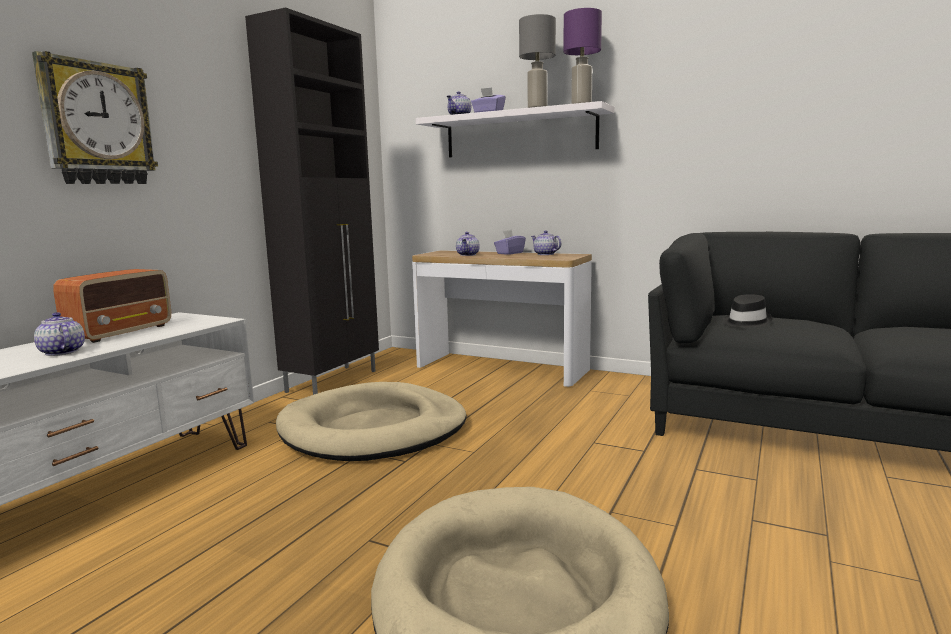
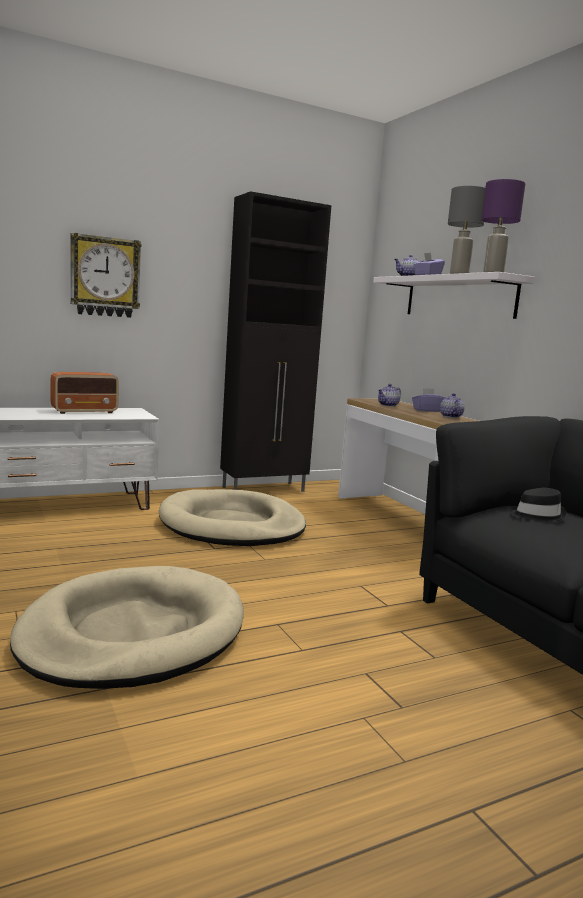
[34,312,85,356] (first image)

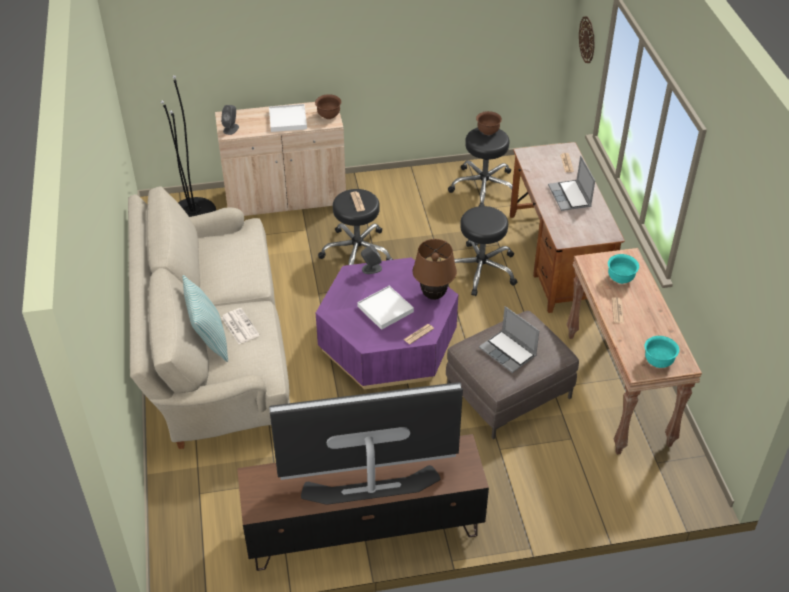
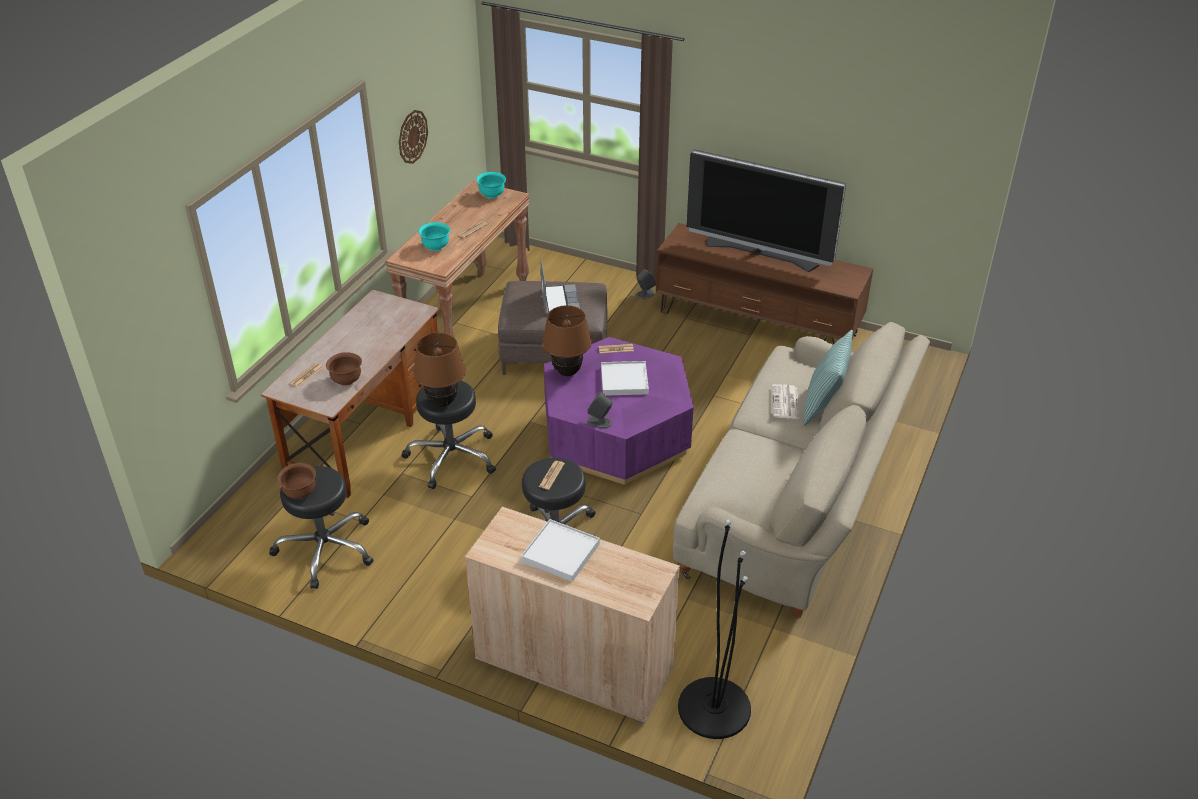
[326,352,362,386]
[399,110,428,164]
[413,332,466,407]
[636,269,656,299]
[548,155,595,211] (first image)

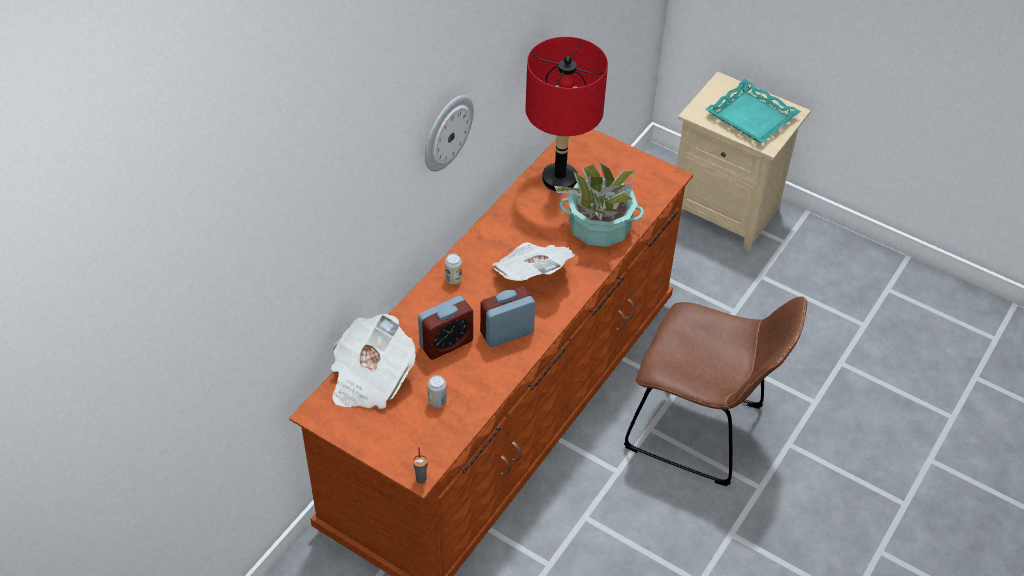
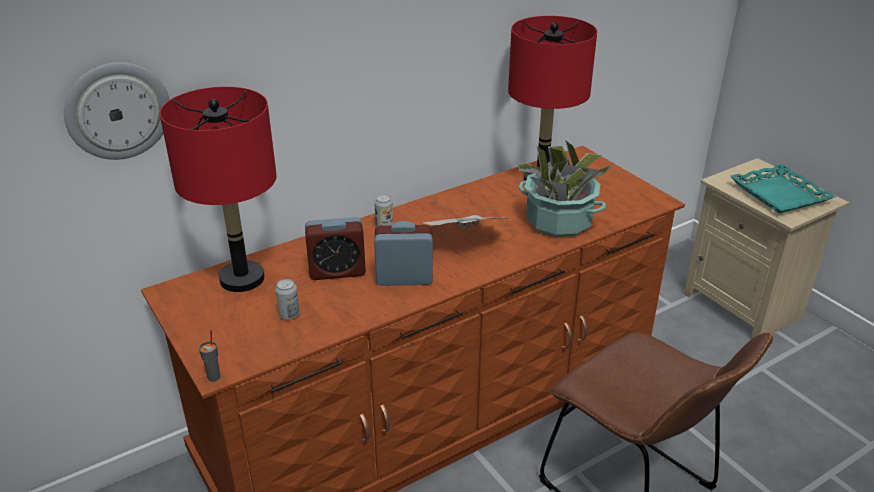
[64,62,170,160]
[160,87,277,292]

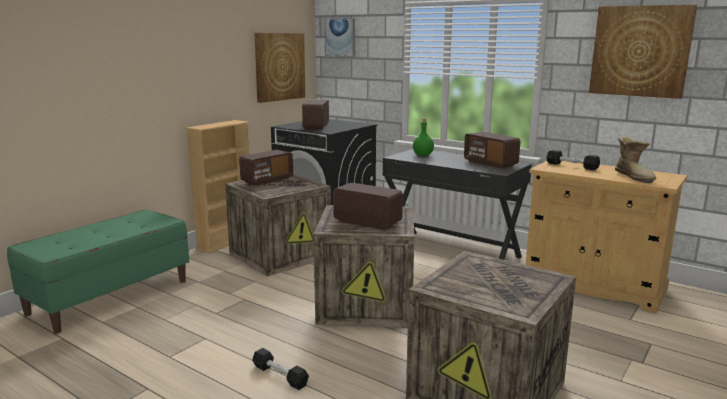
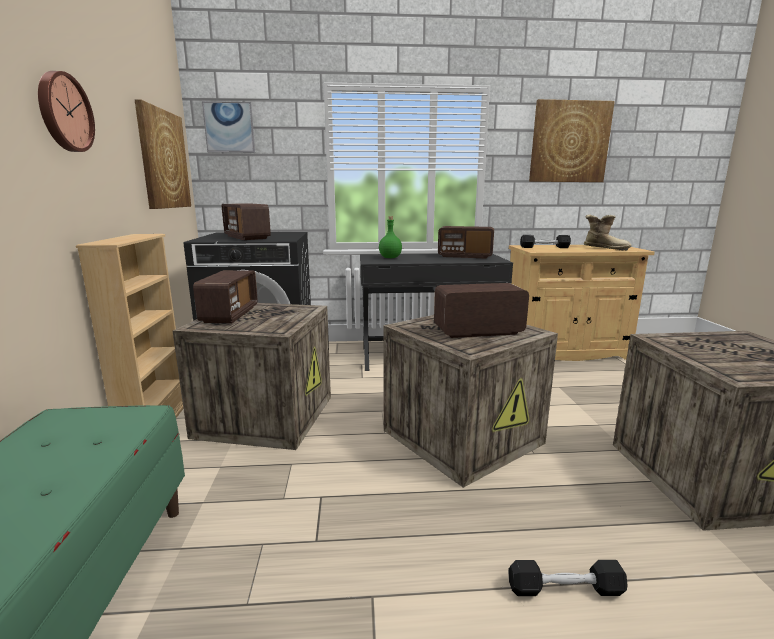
[38,71,95,152]

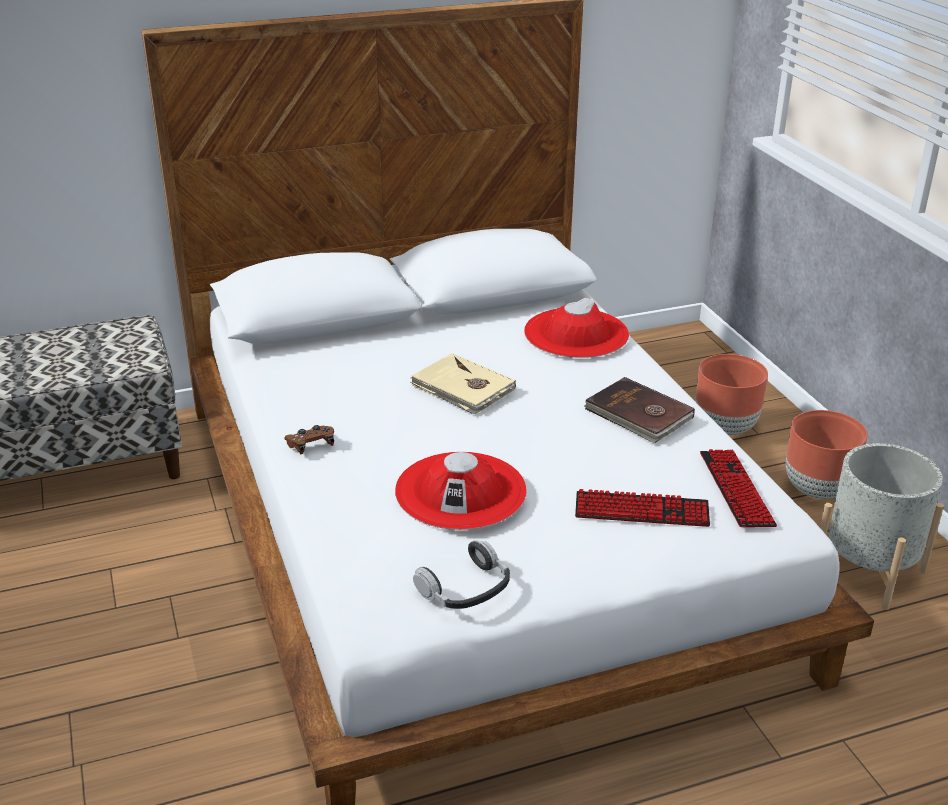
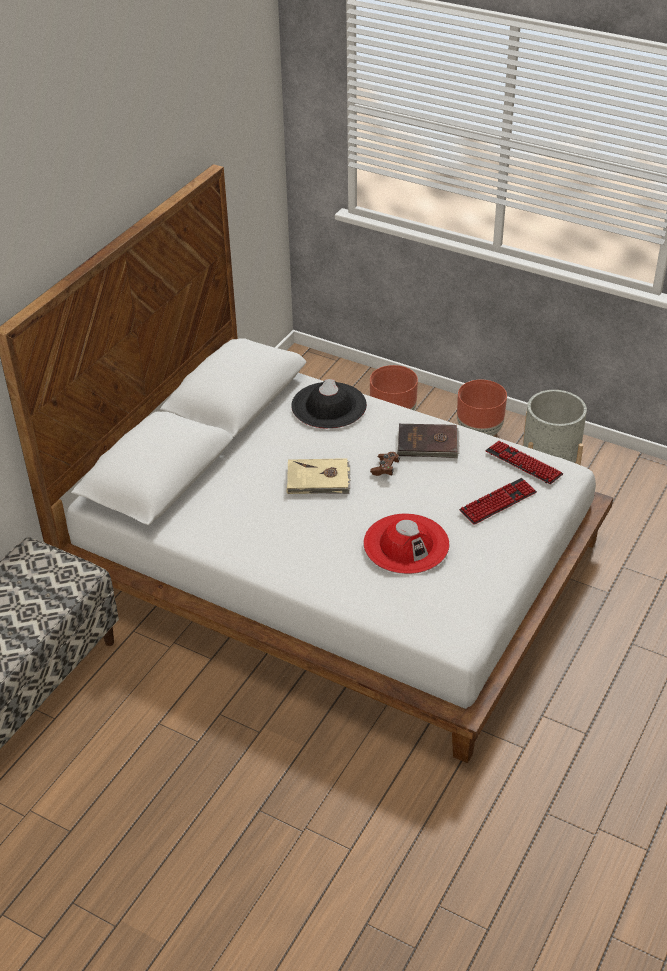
[291,379,367,429]
[370,452,400,476]
[413,540,510,609] (first image)

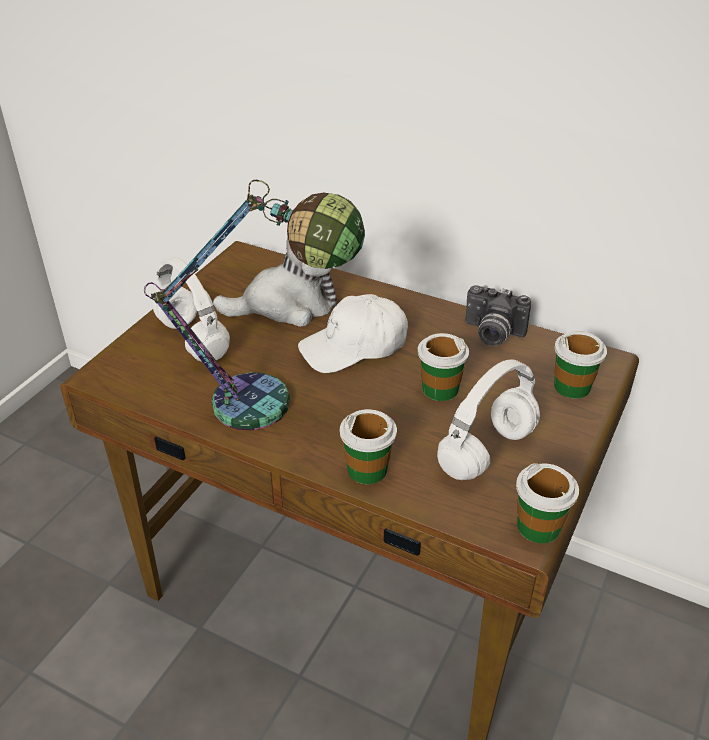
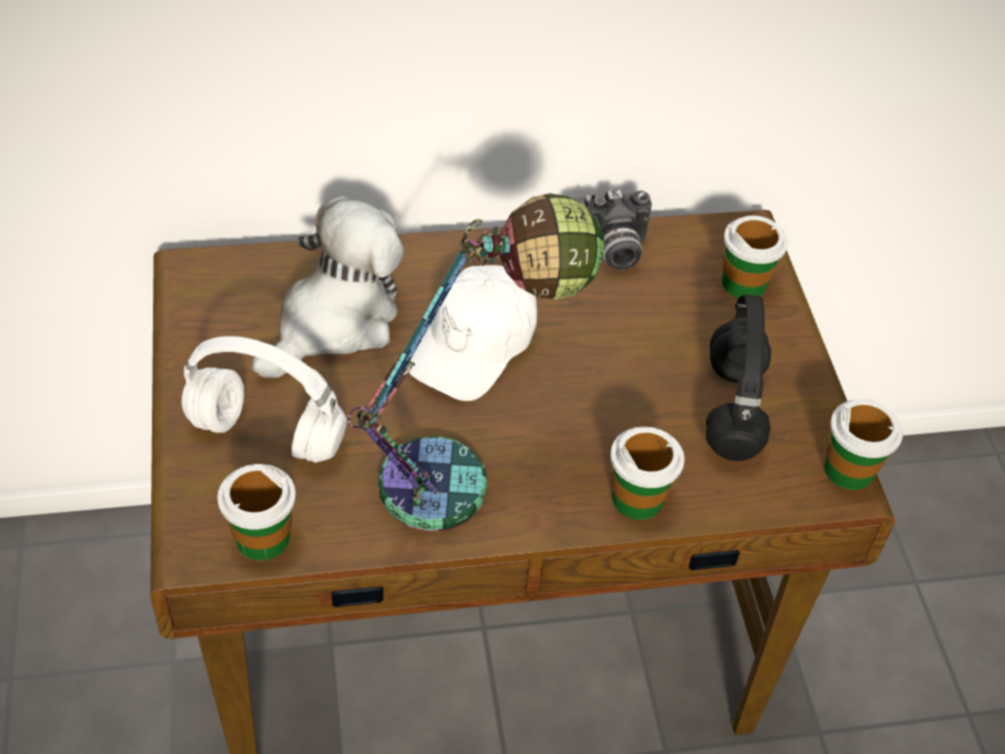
[217,464,296,561]
[706,295,771,461]

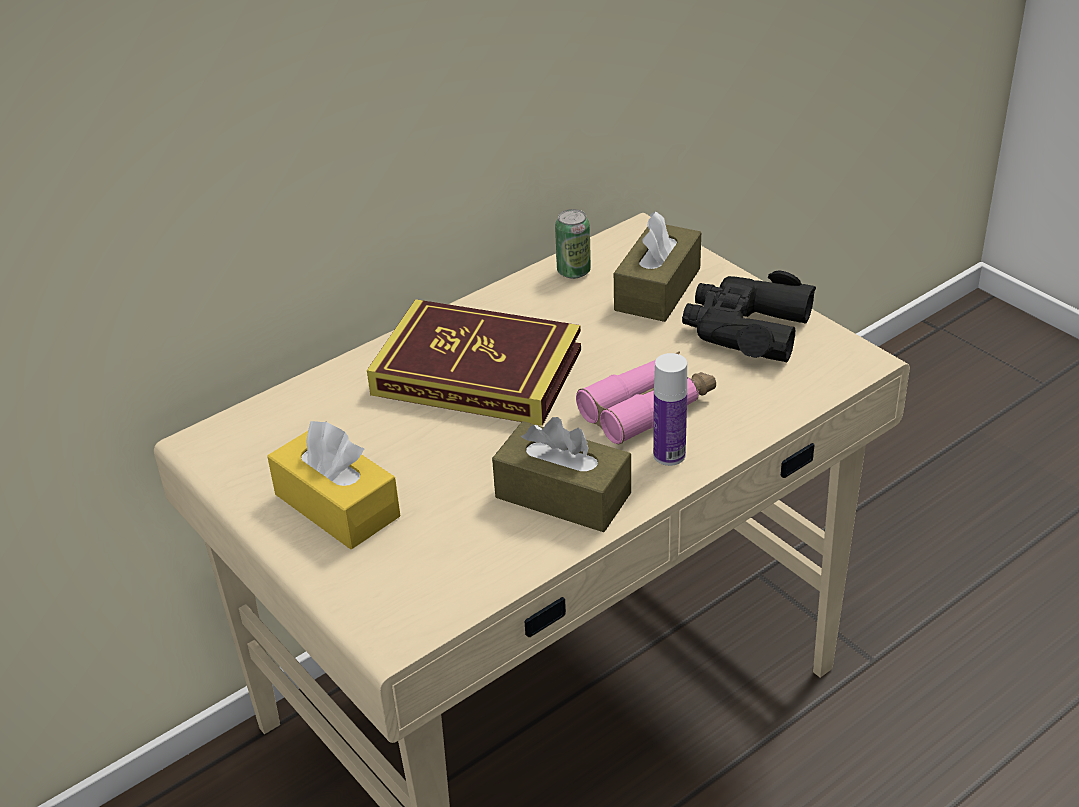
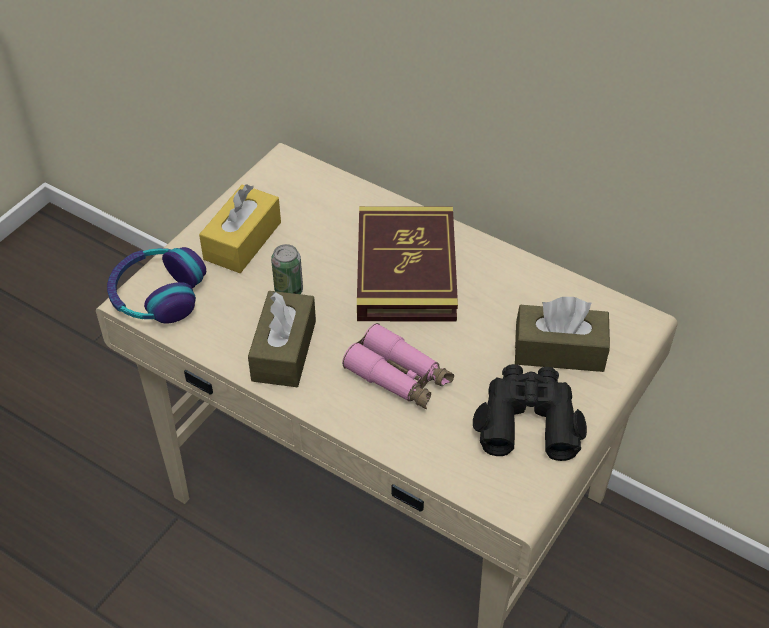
[107,247,206,324]
[271,244,303,294]
[653,353,687,466] (first image)

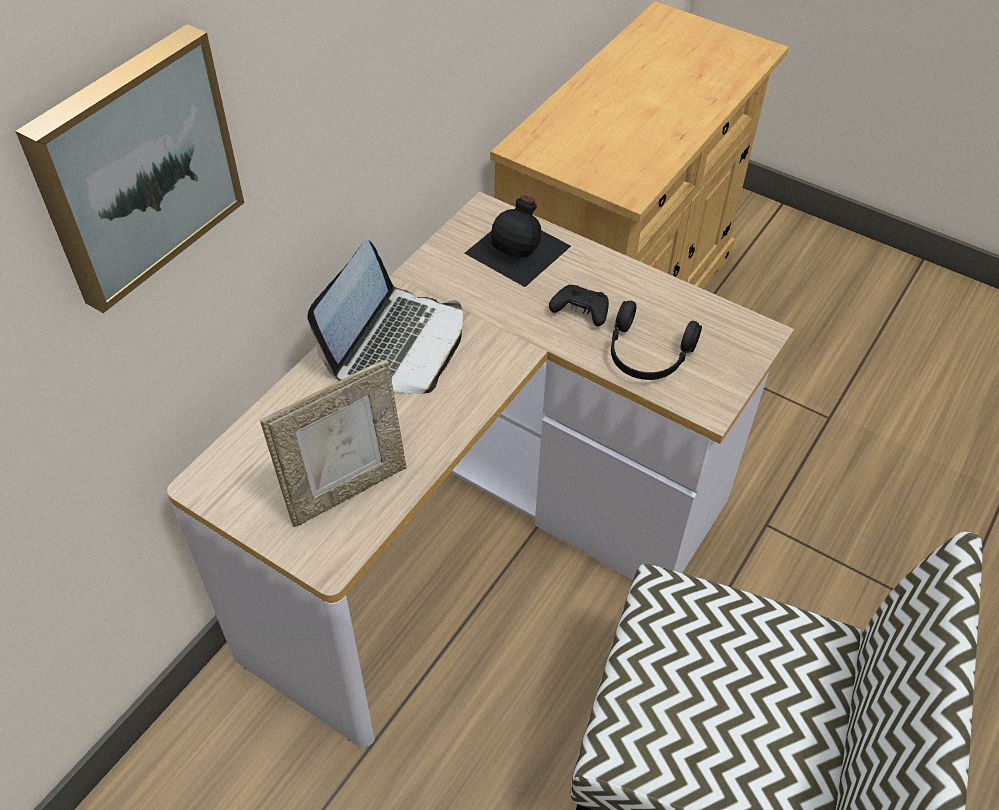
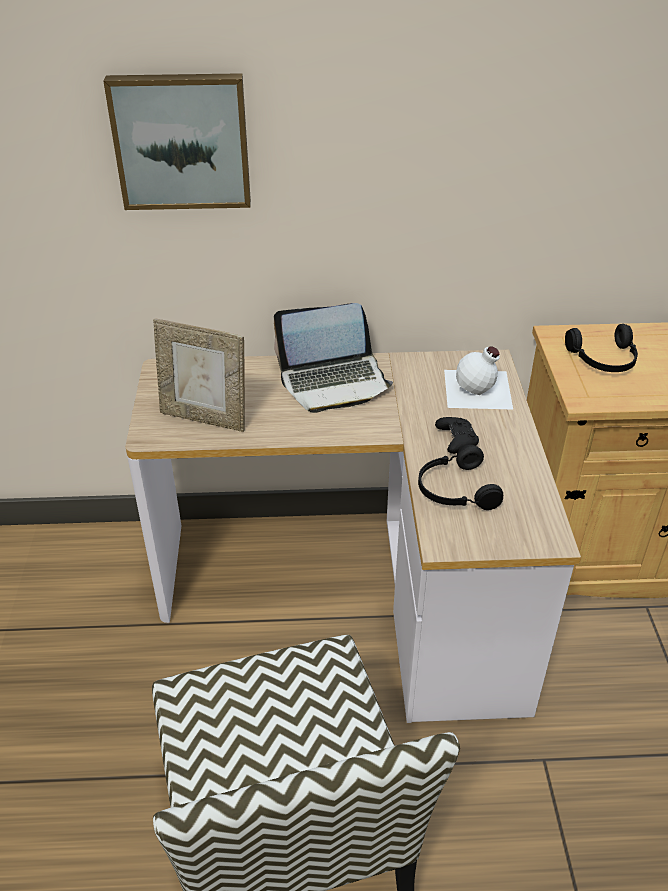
[444,346,513,410]
[565,324,638,372]

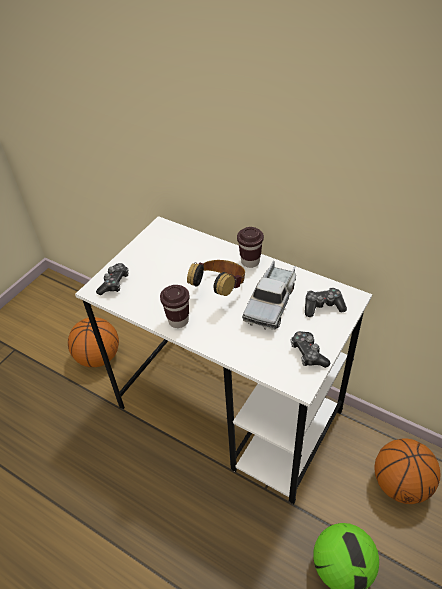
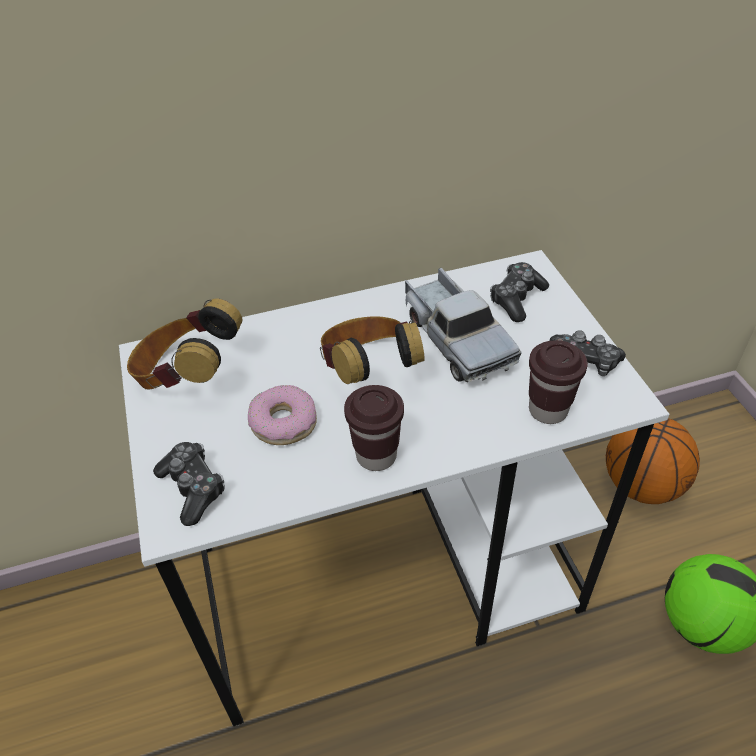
[127,298,242,389]
[248,385,317,445]
[529,340,588,424]
[68,317,119,367] (first image)

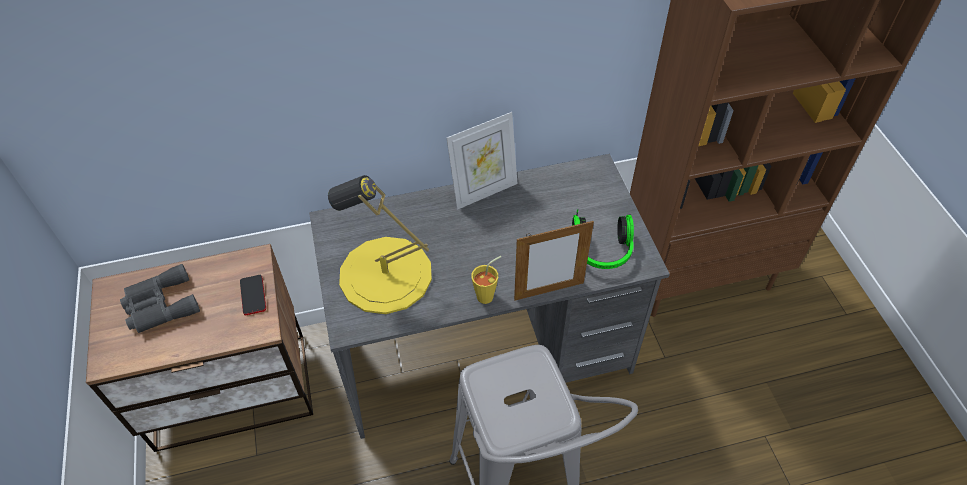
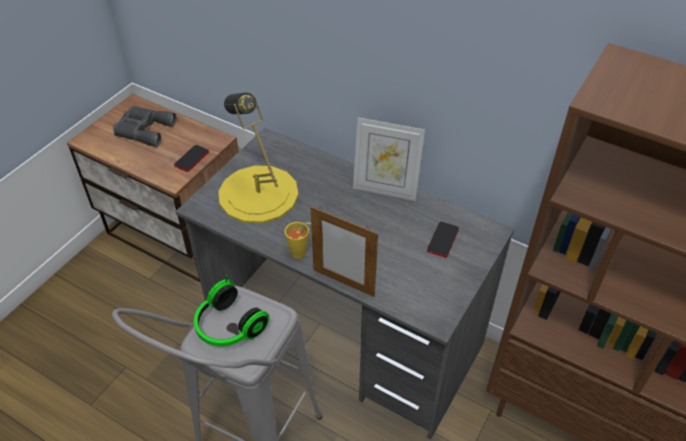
[194,274,270,346]
[427,222,459,258]

